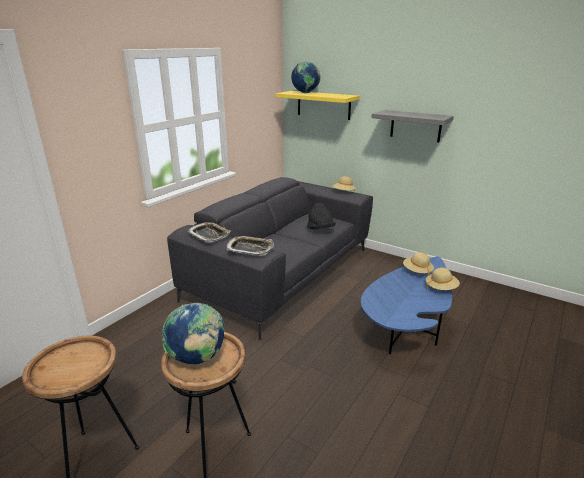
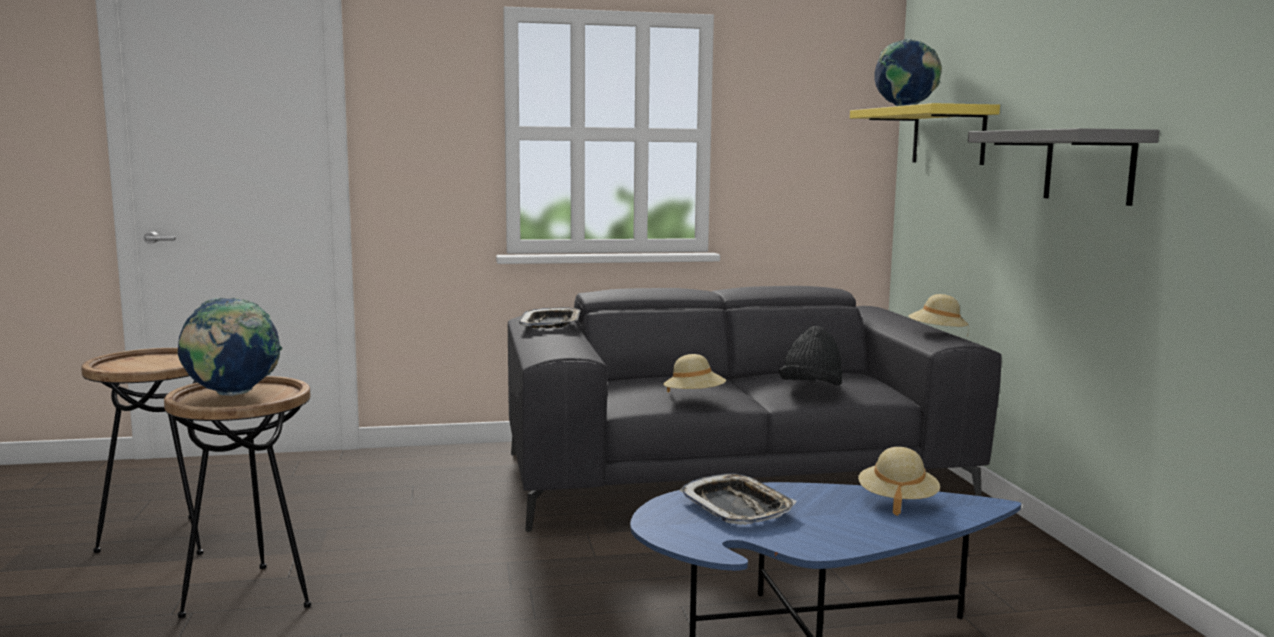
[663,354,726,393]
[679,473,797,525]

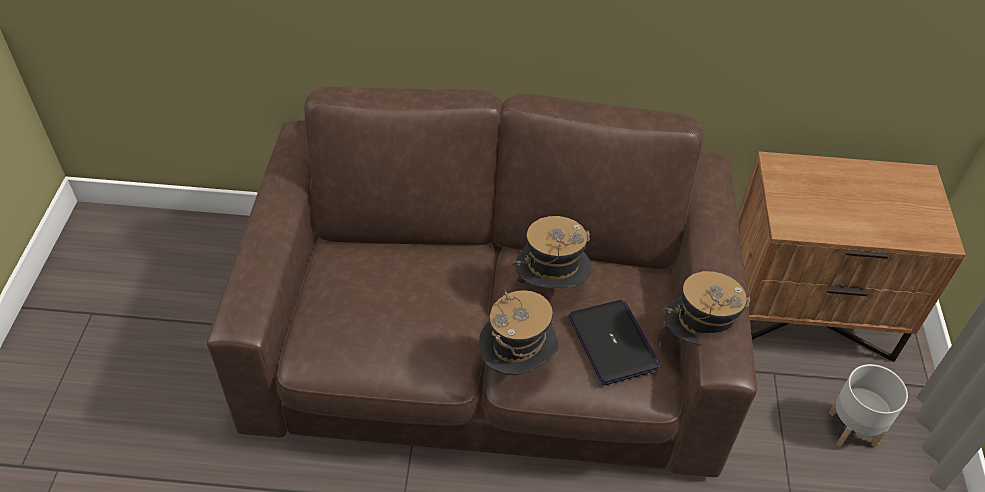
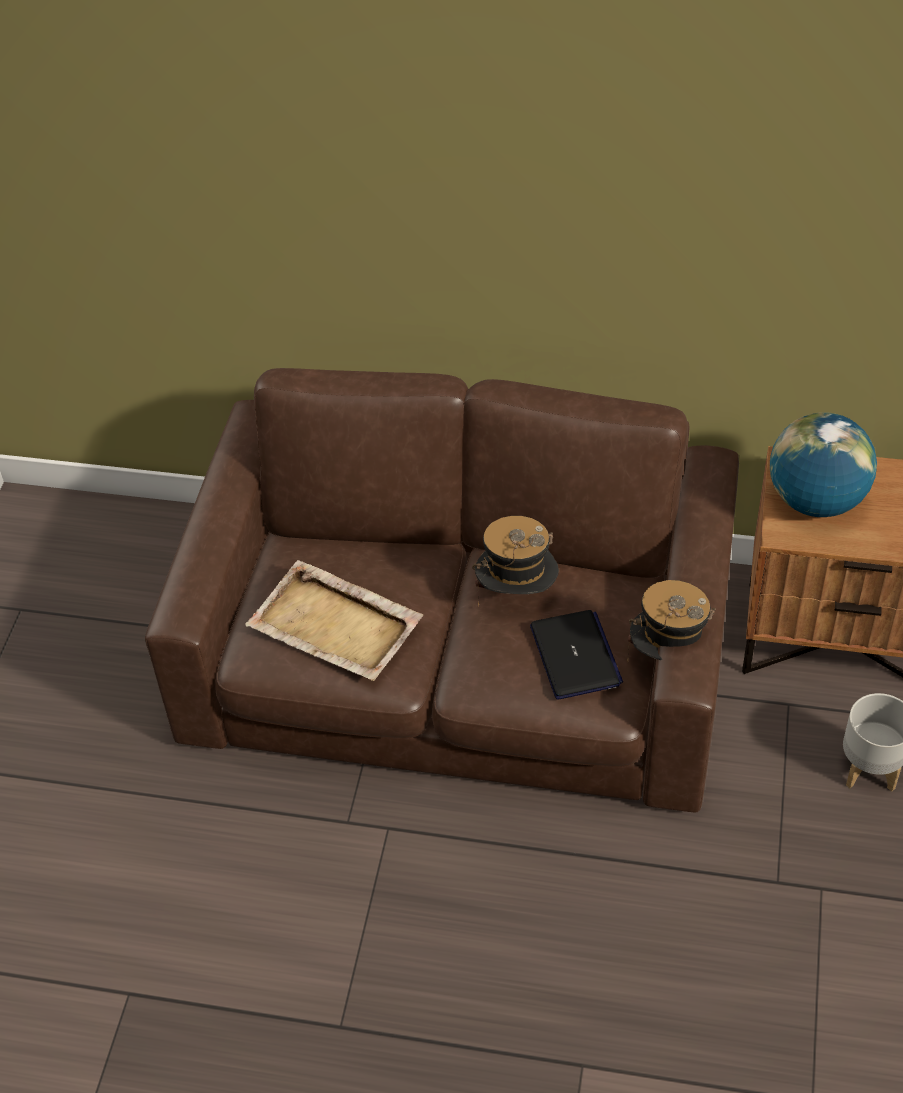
[245,560,423,681]
[770,412,877,517]
[480,289,558,376] (first image)

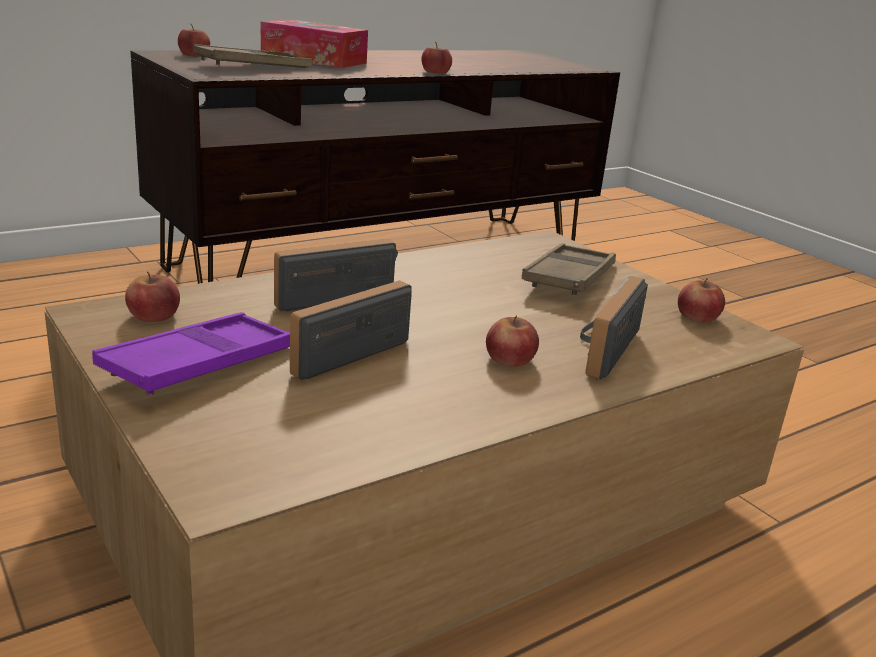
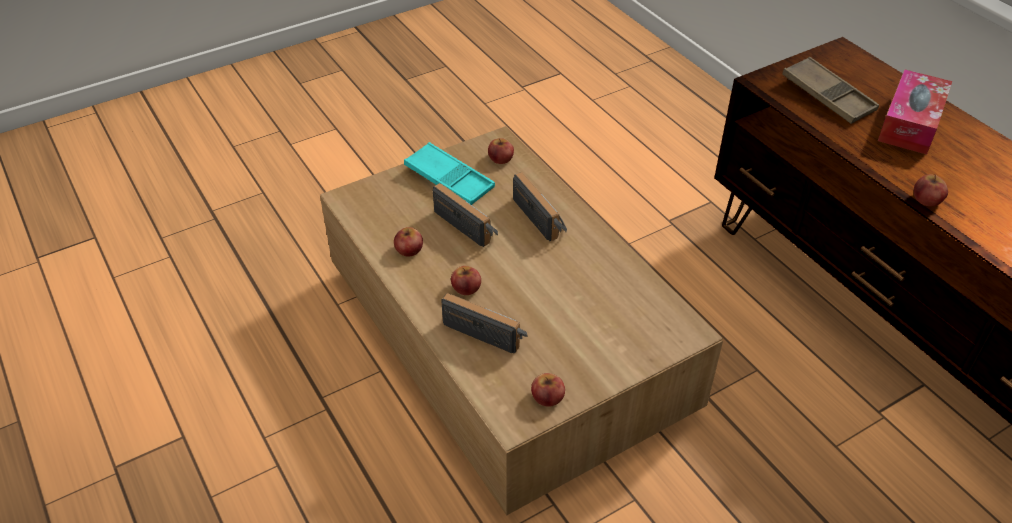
[394,227,423,257]
[404,142,495,205]
[522,243,616,296] (first image)

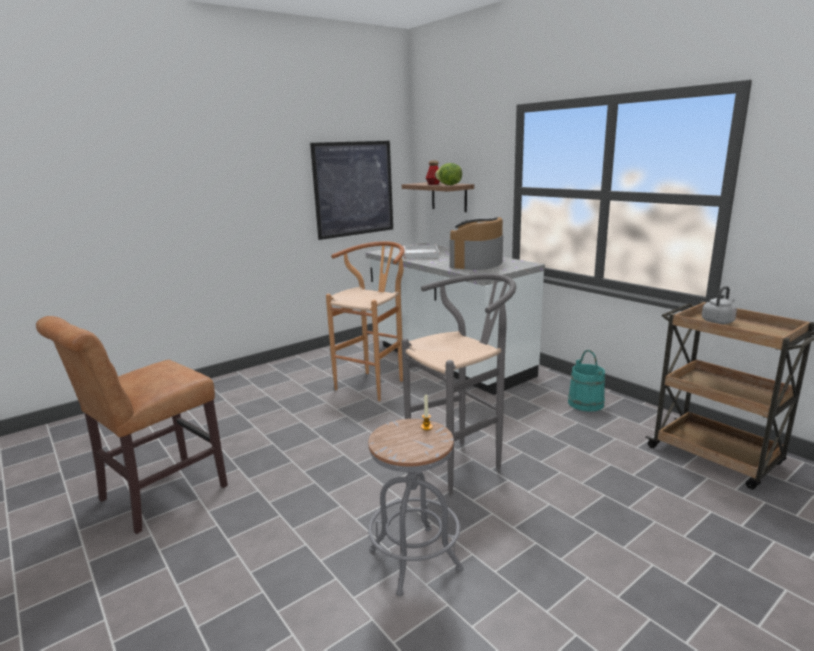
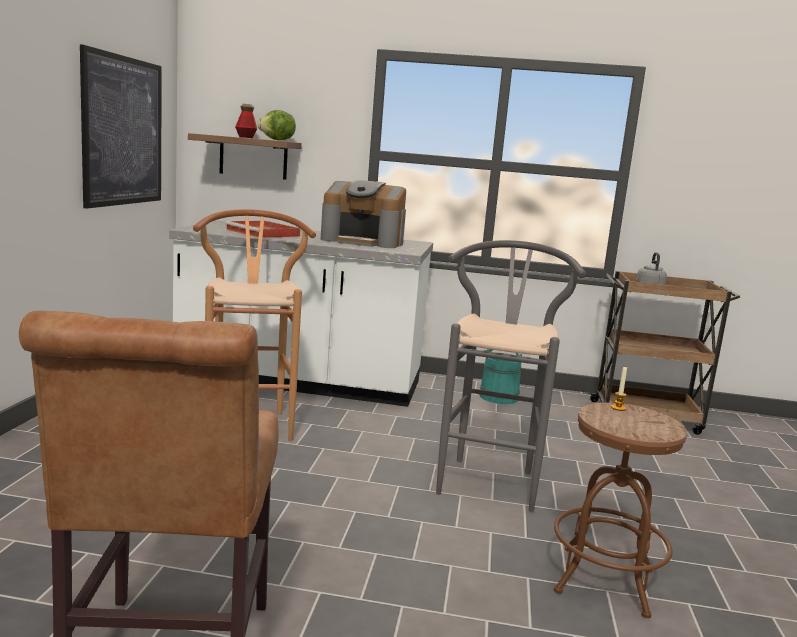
[225,221,300,238]
[321,180,406,248]
[554,403,687,619]

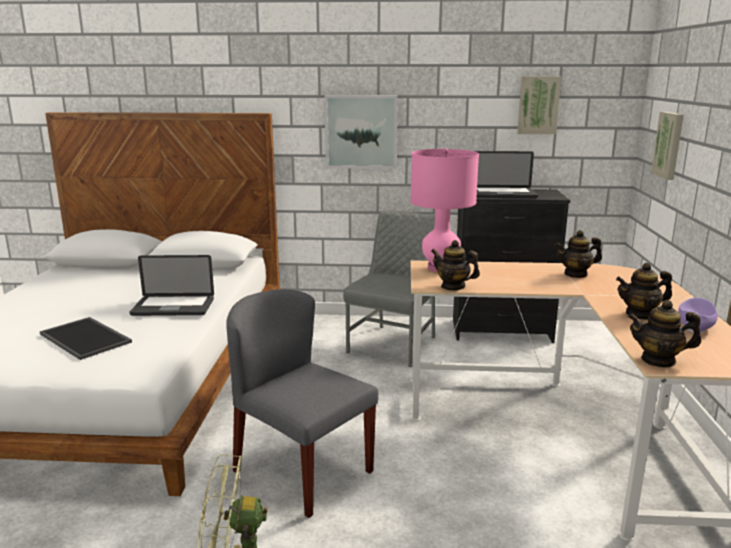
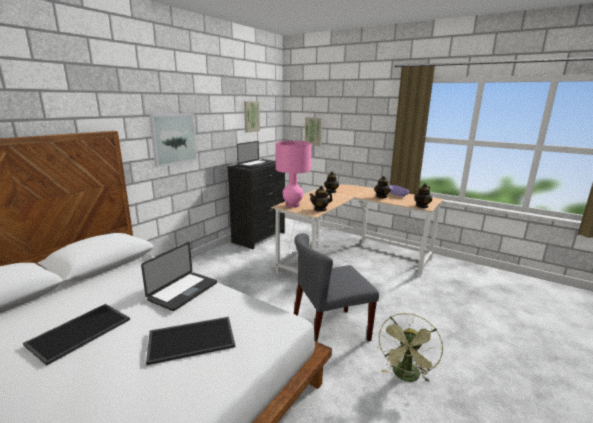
[23,304,130,366]
[343,210,435,367] (first image)

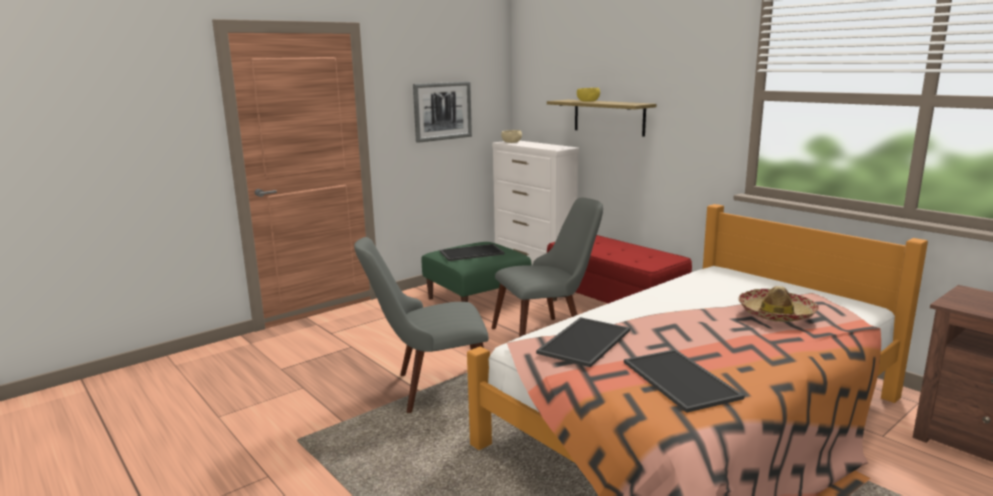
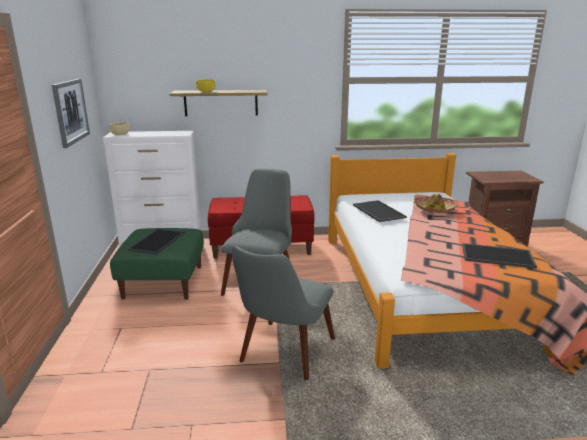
[353,200,407,222]

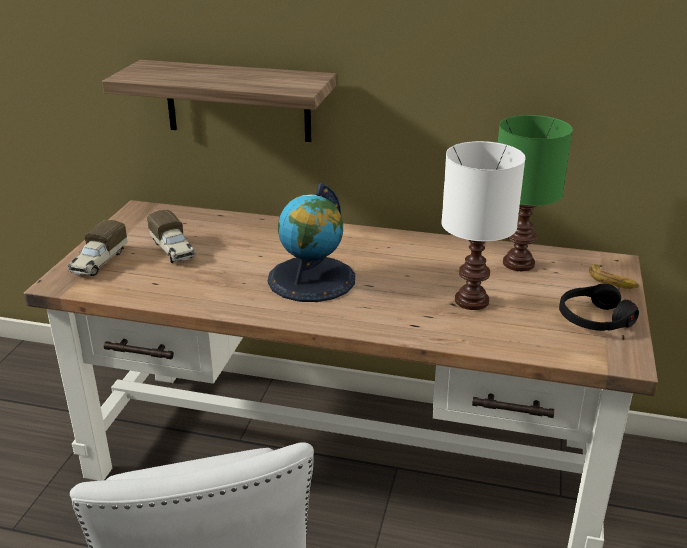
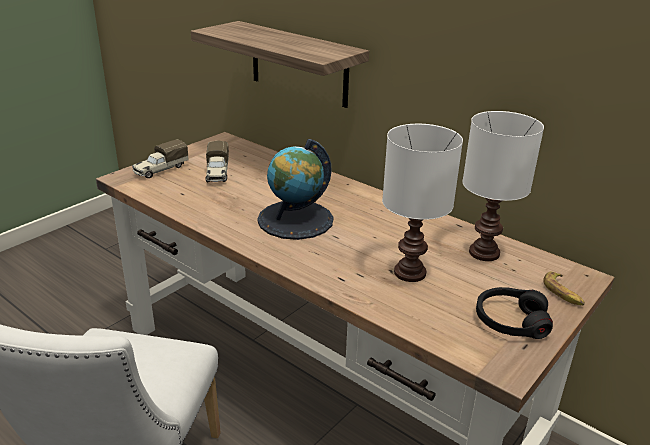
[462,111,544,261]

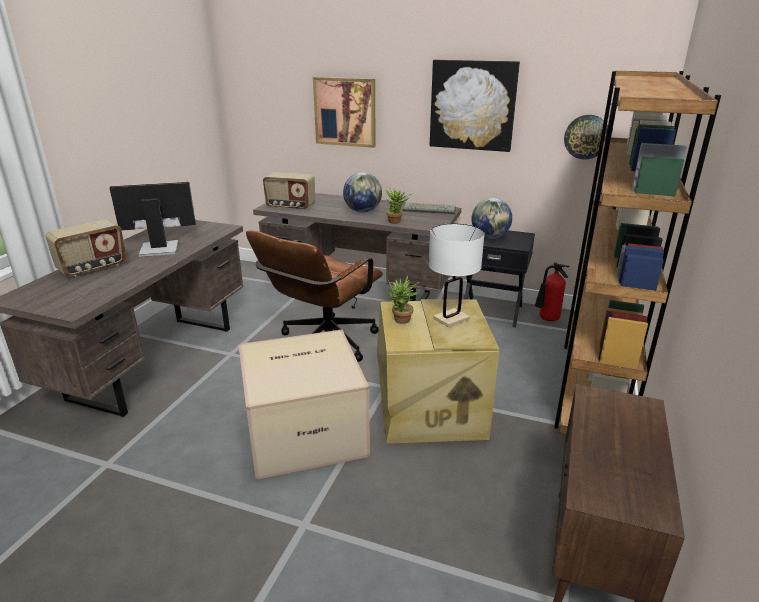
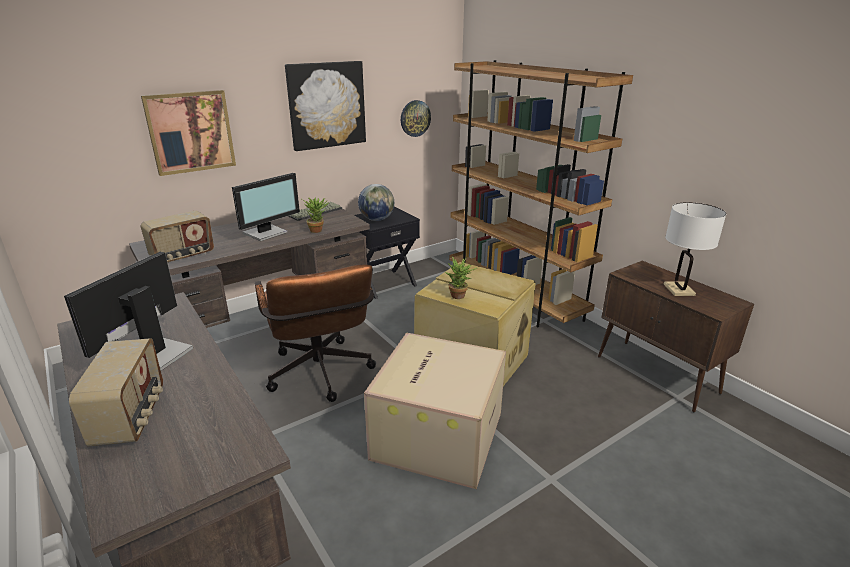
[232,173,300,241]
[664,202,726,296]
[535,263,570,321] (first image)

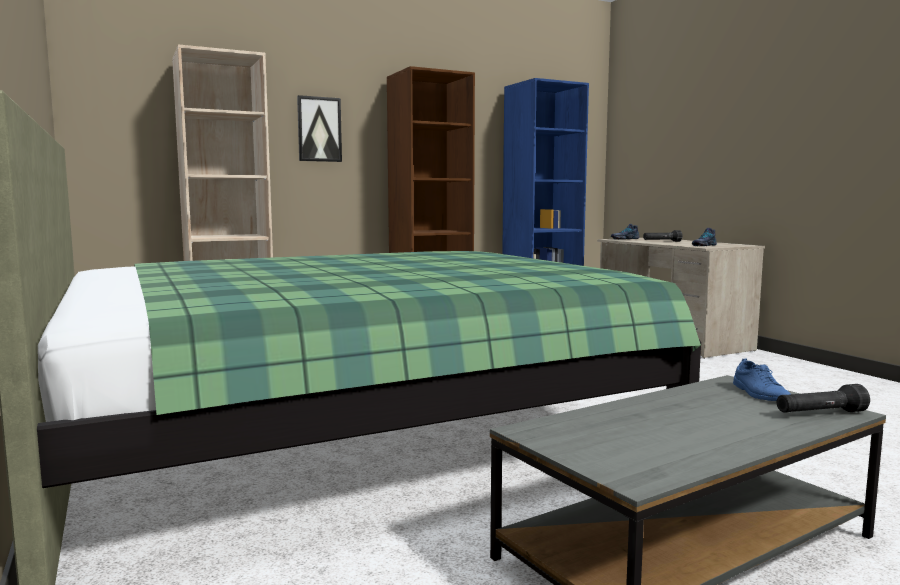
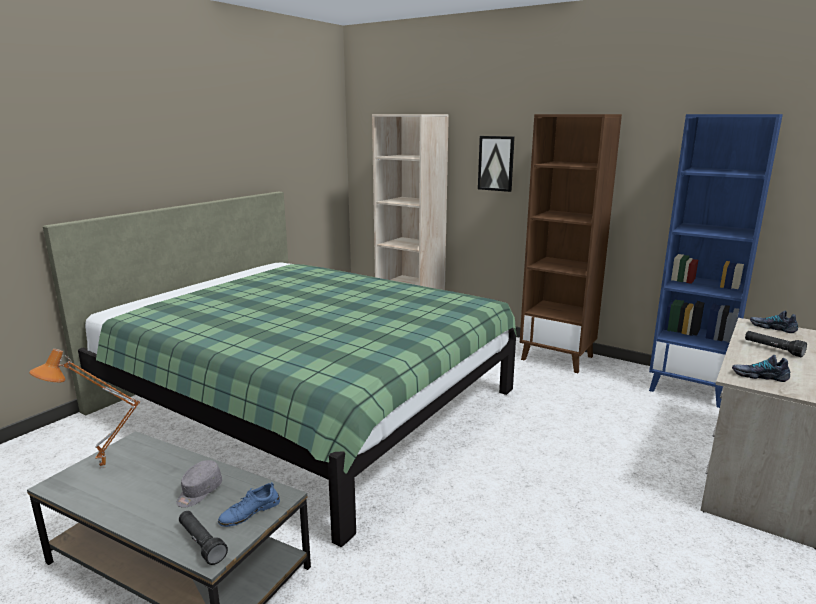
[29,349,140,469]
[176,460,222,508]

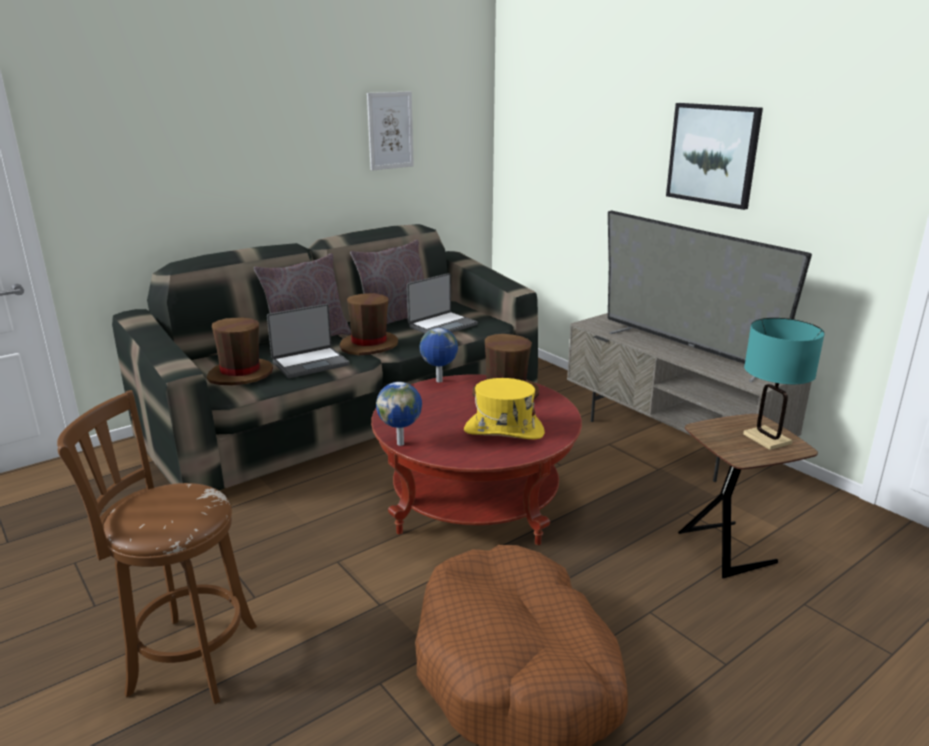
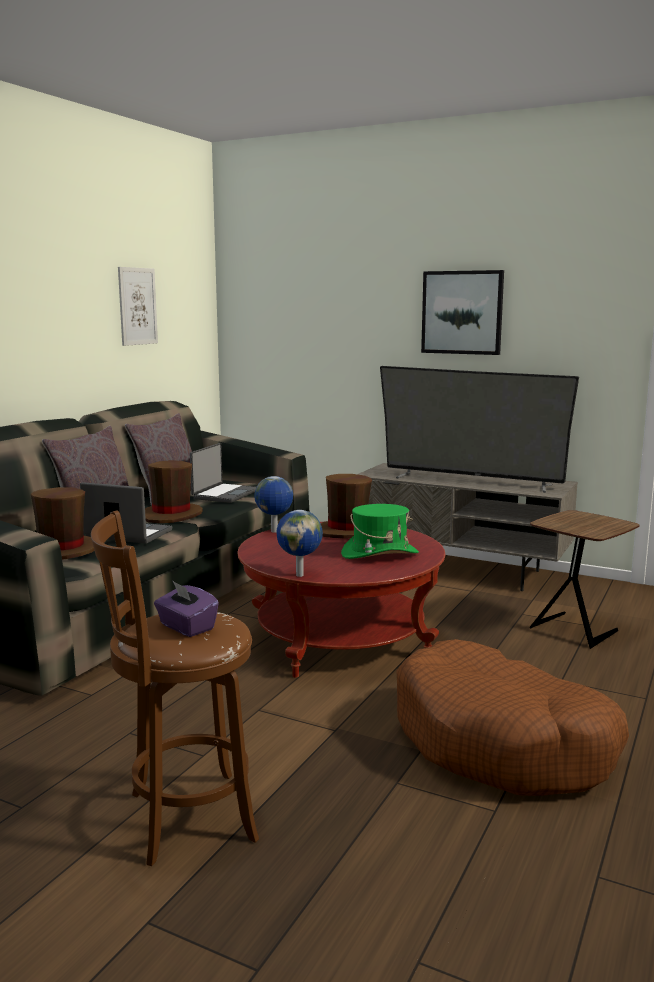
[80,482,172,544]
[154,580,219,637]
[341,504,419,559]
[743,318,825,450] (first image)

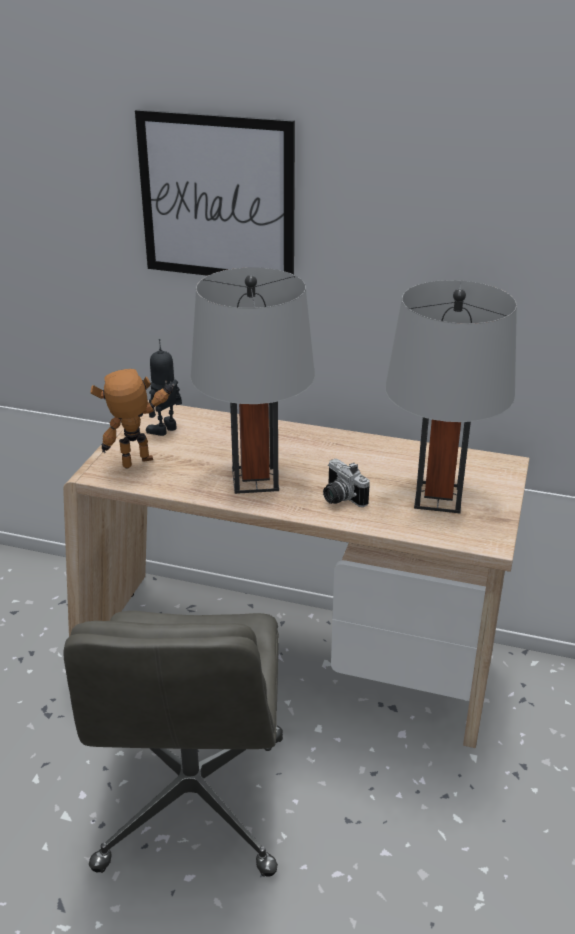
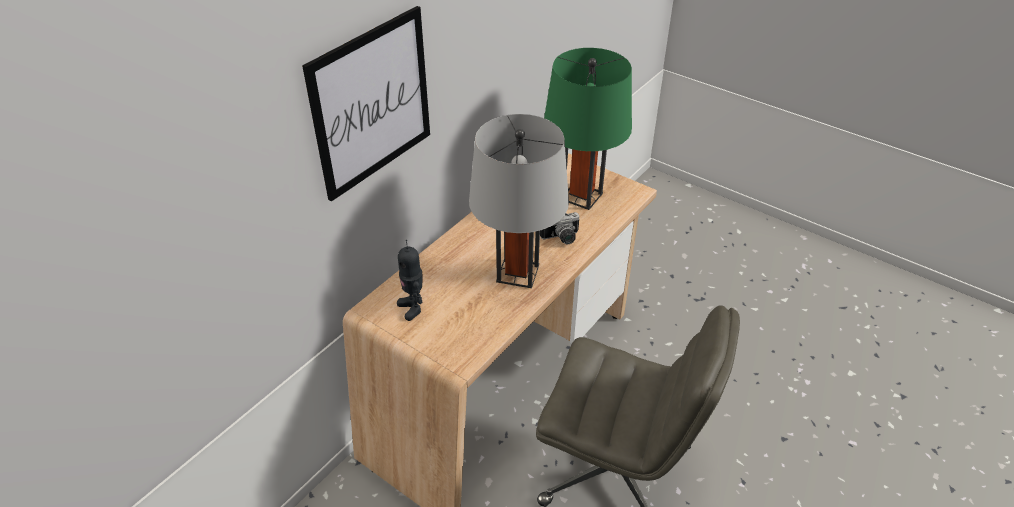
[544,48,632,210]
[91,369,175,469] (first image)

